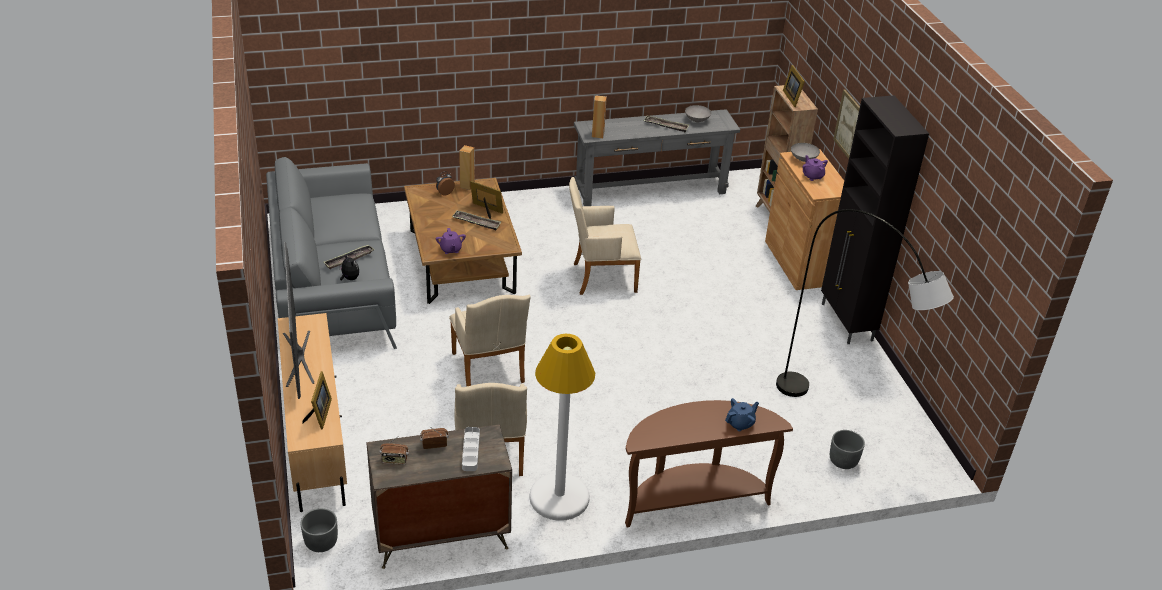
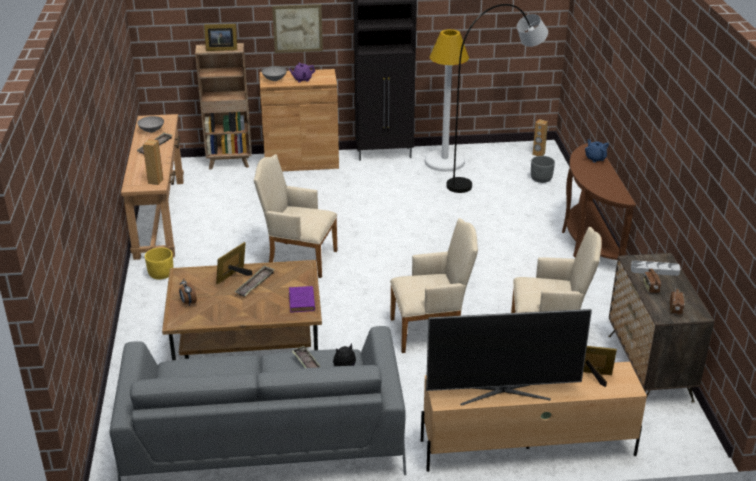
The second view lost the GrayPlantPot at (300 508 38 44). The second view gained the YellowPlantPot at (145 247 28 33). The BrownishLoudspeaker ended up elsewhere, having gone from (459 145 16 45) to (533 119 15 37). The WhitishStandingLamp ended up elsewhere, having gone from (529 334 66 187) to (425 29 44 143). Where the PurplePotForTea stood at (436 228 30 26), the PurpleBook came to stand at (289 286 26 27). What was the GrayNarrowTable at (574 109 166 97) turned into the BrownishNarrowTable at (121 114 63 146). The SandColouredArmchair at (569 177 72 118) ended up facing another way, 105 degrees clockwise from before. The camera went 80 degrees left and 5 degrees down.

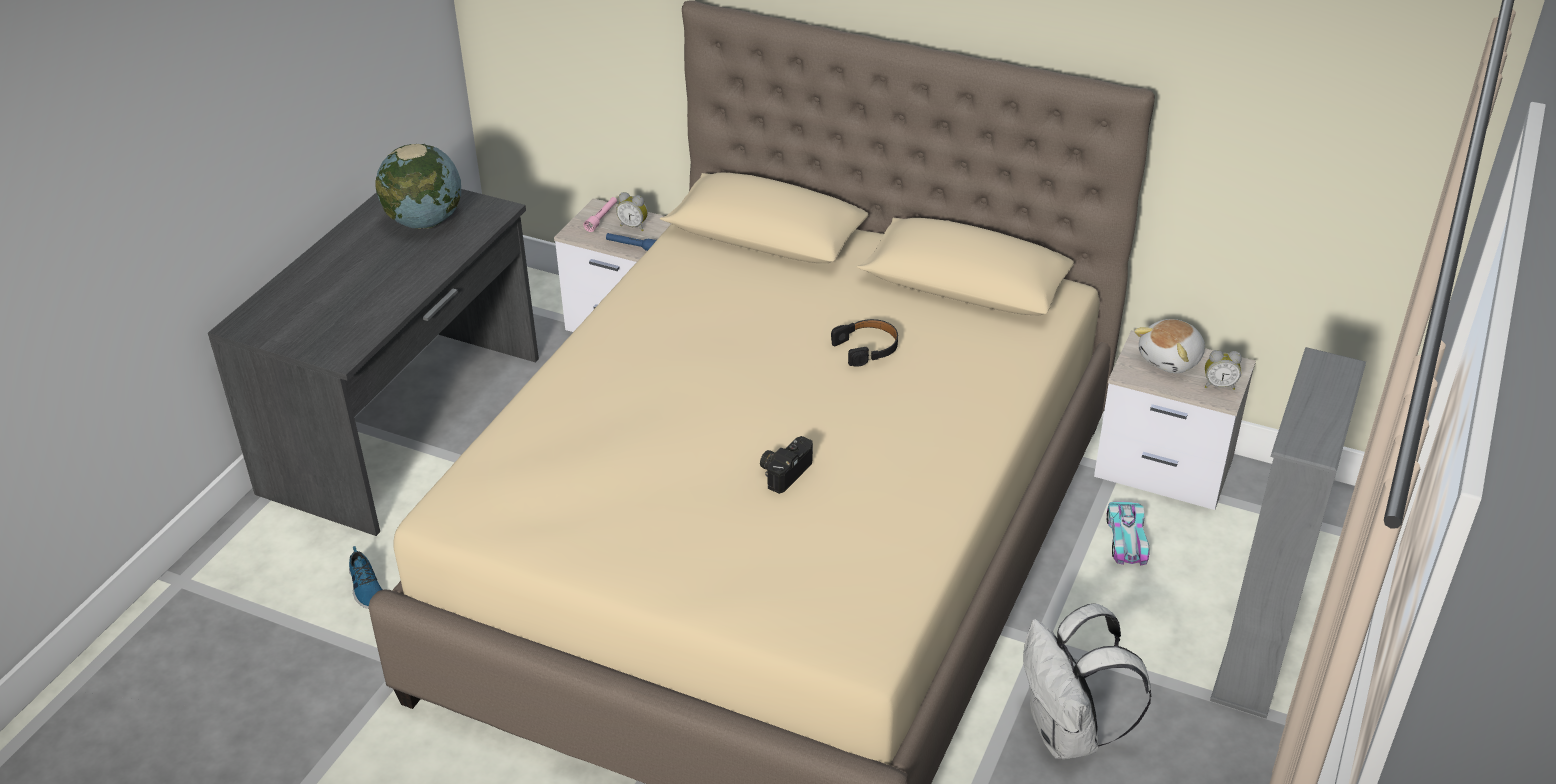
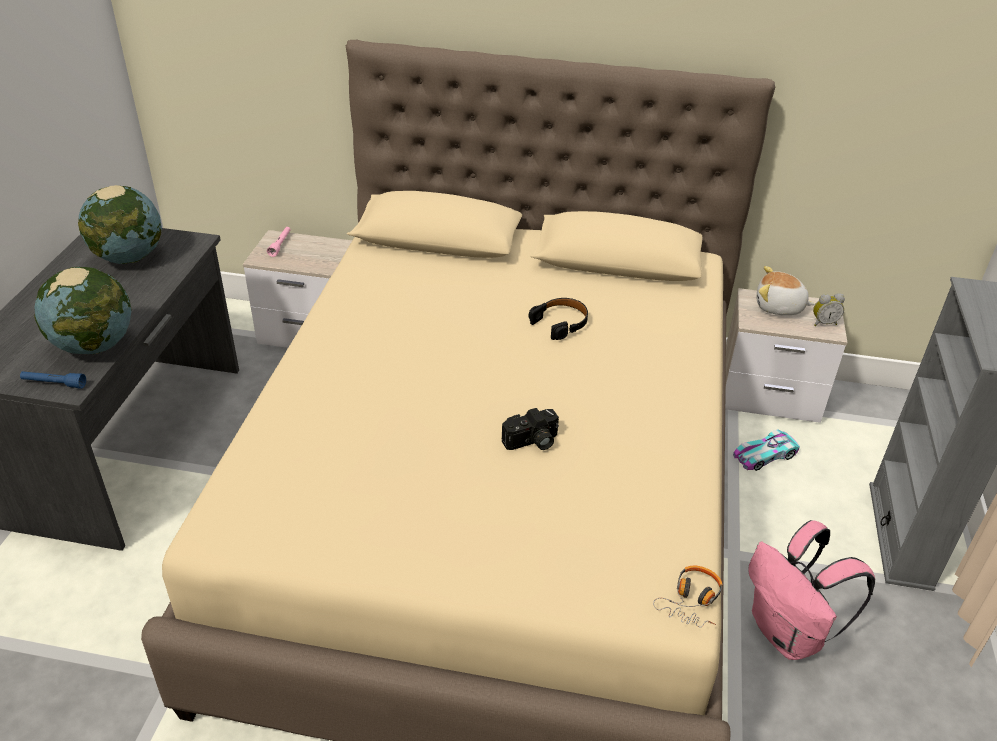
The second view lost the Shoe at (349 546 34 63). The second view lost the TableClock at (616 192 32 39). The second view gained the DeskGlobe at (34 267 98 87). The second view gained the Headphones at (653 566 69 62). The BlueColouredTorch ended up elsewhere, having gone from (606 233 51 18) to (20 371 66 18). What was the WhitishBackpack at (1023 603 129 156) turned into the PinkishBackpack at (748 520 127 140). The PhotoCamera at (760 436 53 58) ended up facing another way, 135 degrees counterclockwise from before. The ModelCar at (1107 501 42 65) ended up facing another way, 75 degrees clockwise from before. The CuddlyToy at (1134 319 71 54) ended up facing another way, 75 degrees clockwise from before. The camera went 15 degrees left and 0 degrees up.

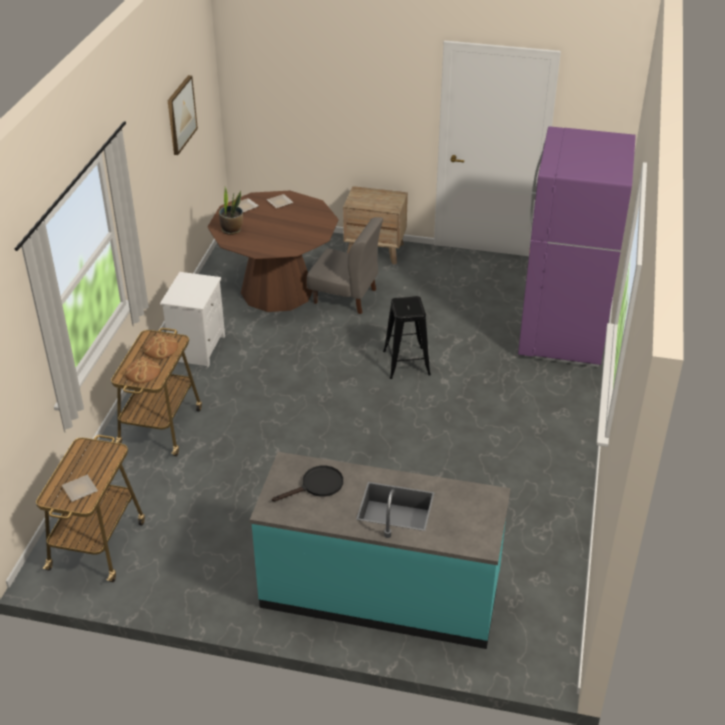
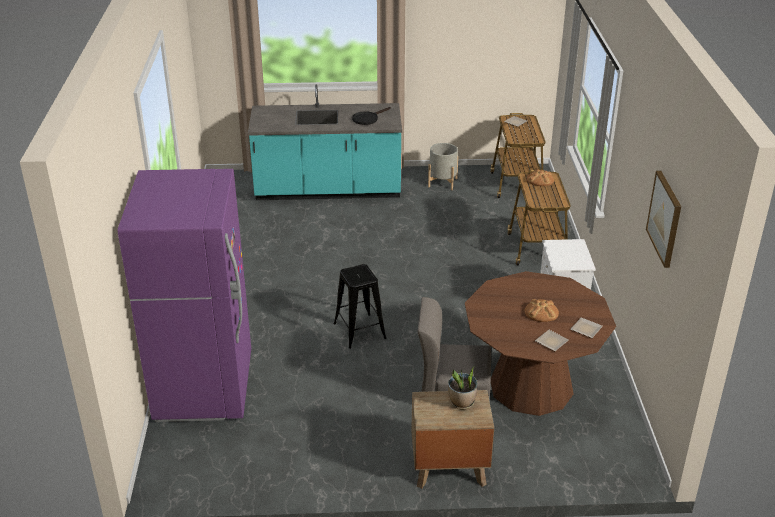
The second view gained the GrayPlantPot at (428 143 30 47). The BakeryBread ended up elsewhere, having gone from (144 333 34 26) to (525 299 34 23). The Houseplant ended up elsewhere, having gone from (219 187 24 48) to (448 367 30 42). The camera went 165 degrees right and 5 degrees down.

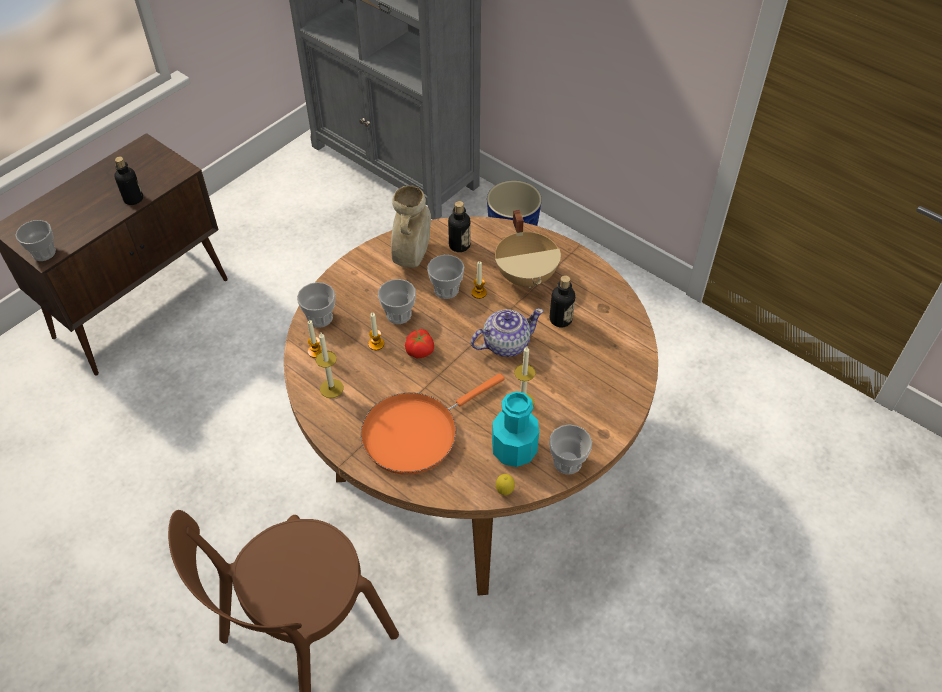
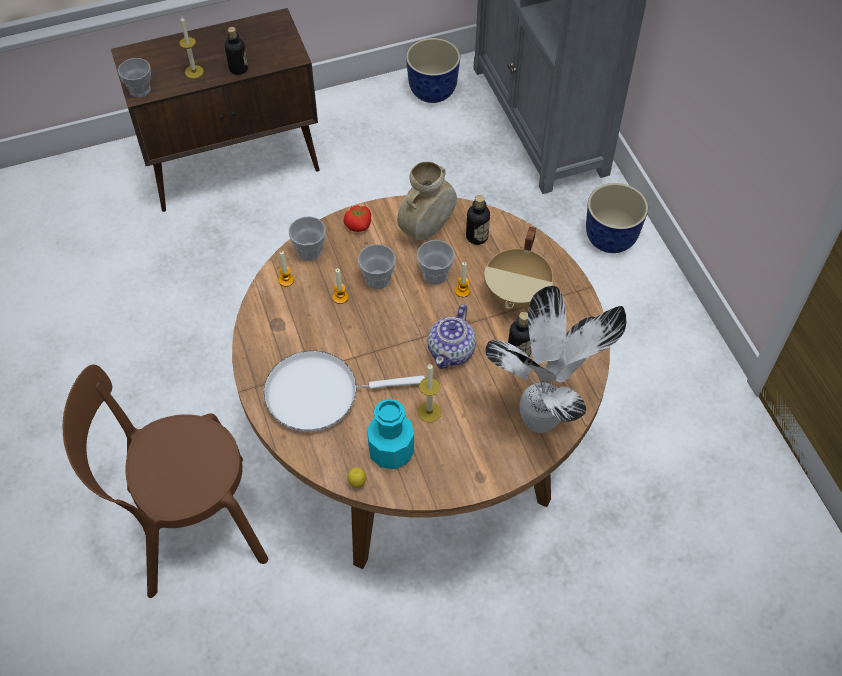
The second view lost the Cup at (549 424 43 51). The second view gained the PlantPot at (406 38 54 65). The second view gained the Houseplant at (485 286 141 147). The Candle ended up elsewhere, having gone from (316 333 28 65) to (179 17 25 61). The Tomato ended up elsewhere, having gone from (405 329 29 29) to (344 205 27 27). What was the OrangeColouredSkillet at (361 373 143 102) turned into the WhitishSkillet at (264 351 161 81). The PotForTea at (471 308 72 49) ended up facing another way, 105 degrees clockwise from before. The camera went 30 degrees right and 5 degrees up.

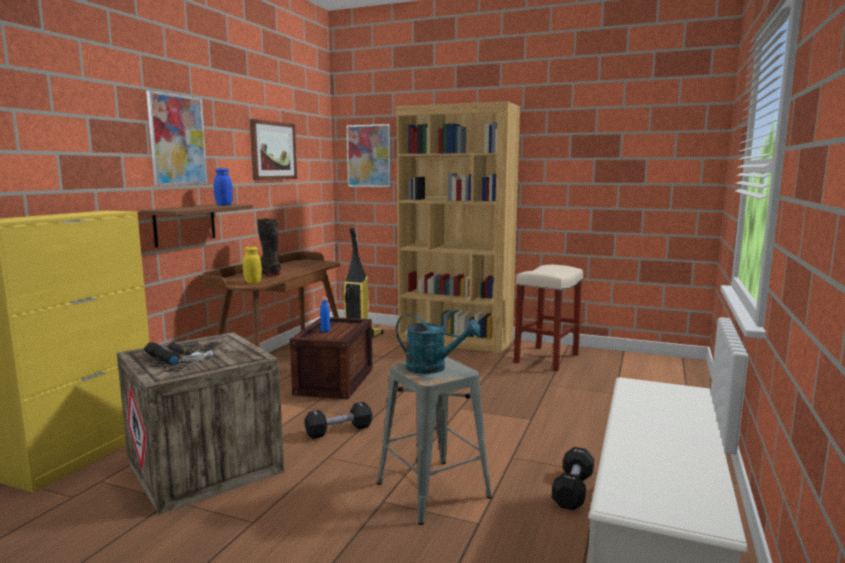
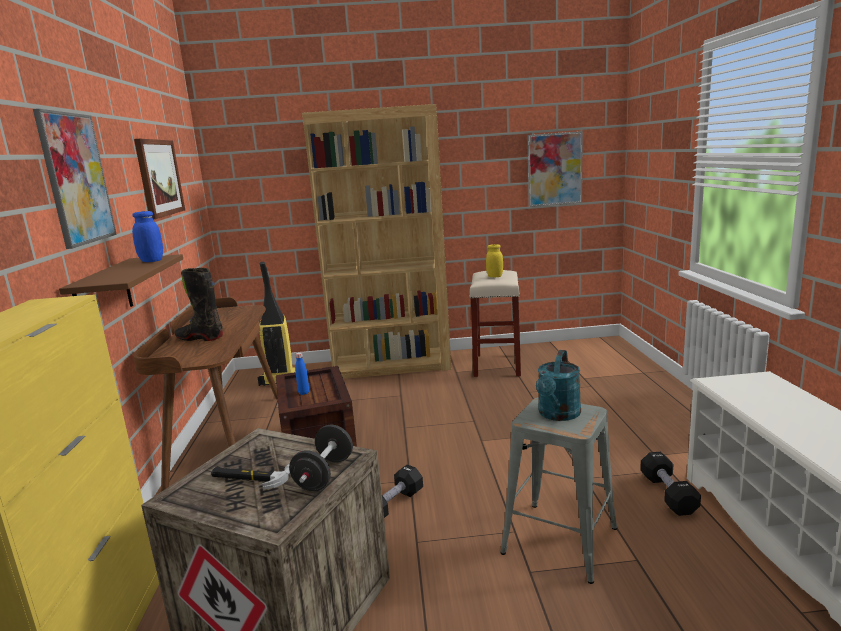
The second view lost the BlackishTorch at (144 342 35 23). The second view gained the BlackishHandWeight at (289 425 64 66). The YellowPreserveJar ended up elsewhere, having gone from (243 247 19 36) to (486 244 17 33). The WallPicture ended up elsewhere, having gone from (347 124 44 63) to (527 131 56 76). The BlueGreenSprinklingCan at (396 314 85 60) ended up facing another way, 120 degrees clockwise from before. The camera went 25 degrees left and 5 degrees up.

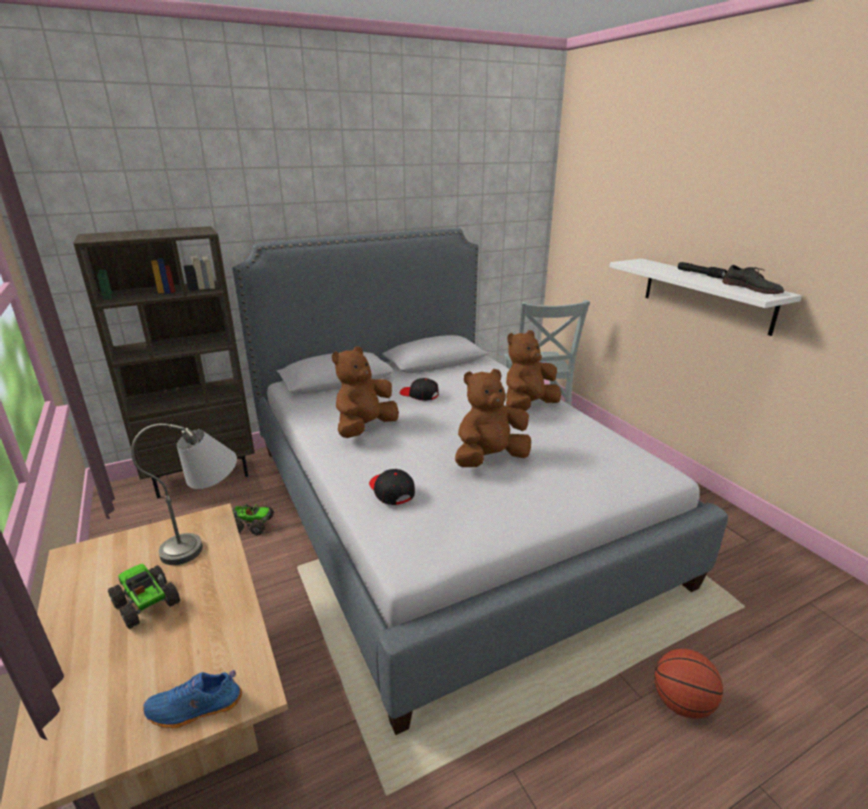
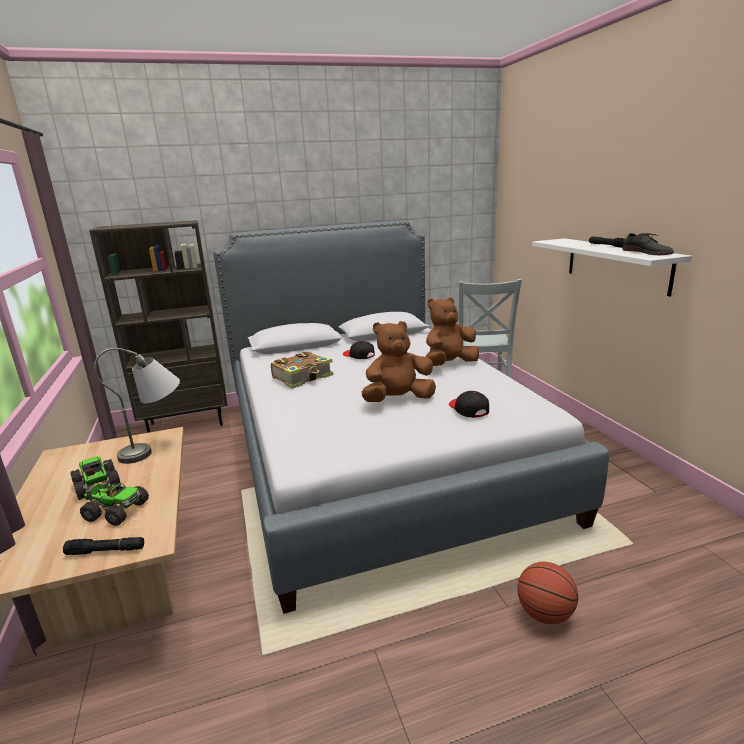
The ToyLorry ended up elsewhere, having gone from (232 504 42 31) to (80 481 69 45). The BlackishCap ended up elsewhere, having gone from (369 469 46 36) to (449 391 40 27). Where the BlueColouredShoe stood at (143 670 99 58), the BlackishTorch came to stand at (63 537 81 18). Where the BrownishCuddlyToy stood at (332 346 67 92), the Book came to stand at (271 352 62 37). The camera went 10 degrees right and 5 degrees down.

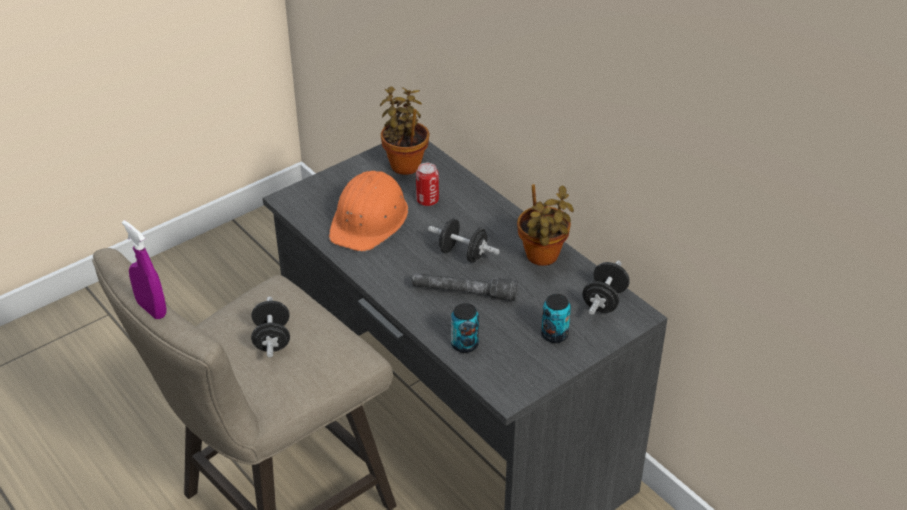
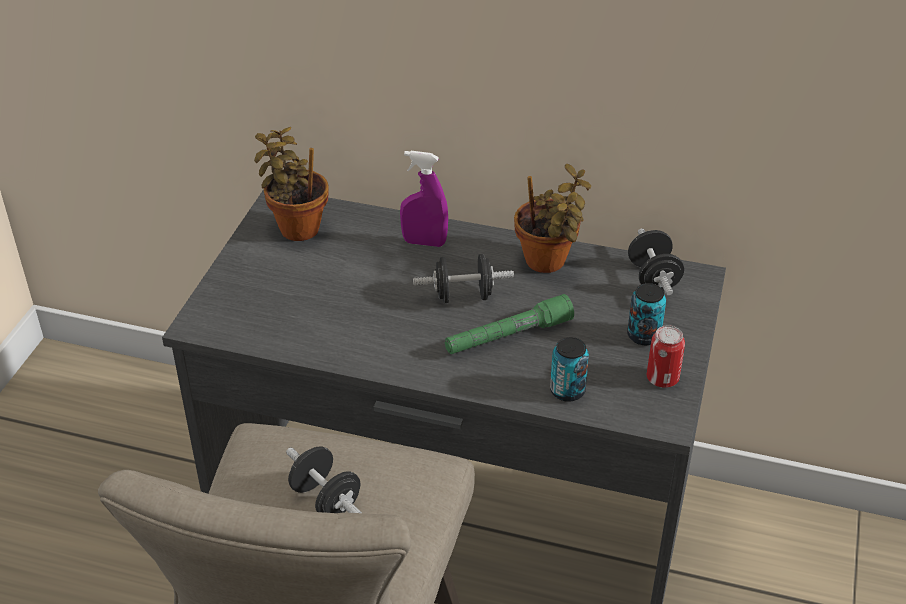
The second view lost the OrangeColouredSafetyHelmet at (329 171 79 80). The PurpleHandSprayer ended up elsewhere, having gone from (122 220 44 99) to (400 151 48 96). The Can ended up elsewhere, having gone from (416 163 23 43) to (647 325 38 63). What was the GrayTorch at (412 273 106 28) turned into the GreenishTorch at (445 294 129 60). The camera went 35 degrees left and 0 degrees up.

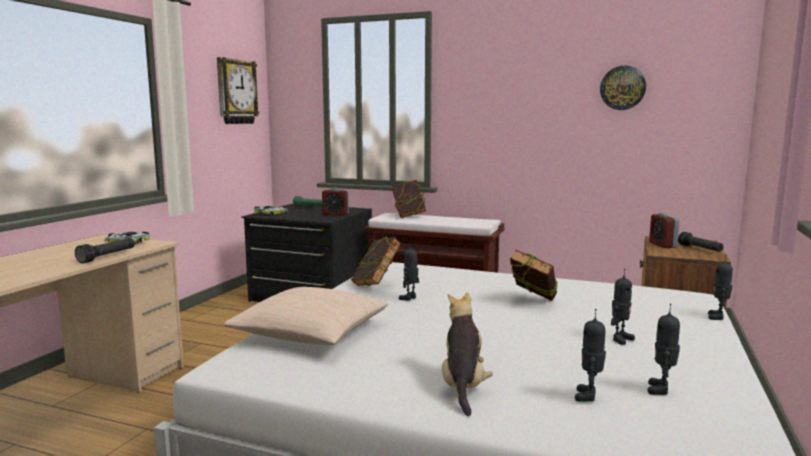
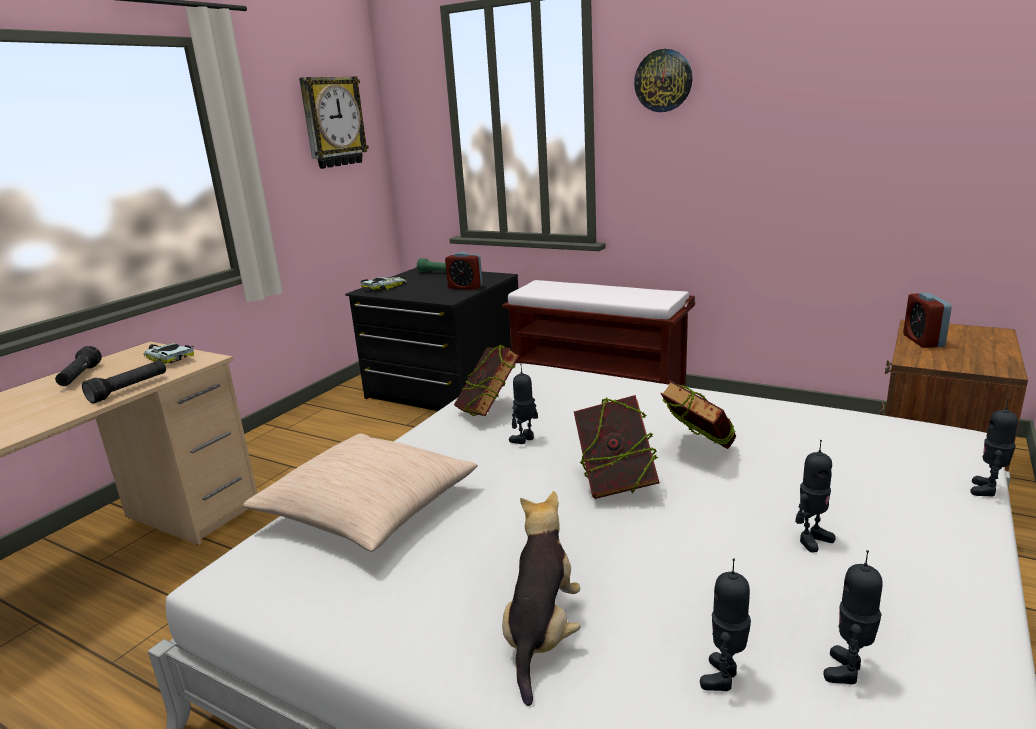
The Book ended up elsewhere, having gone from (392 180 34 38) to (574 395 86 104). The HangingClock ended up elsewhere, having gone from (600 66 46 44) to (634 49 58 63). The BlackishTorch ended up elsewhere, having gone from (678 232 46 20) to (55 346 47 40). The camera went 10 degrees right and 10 degrees up.

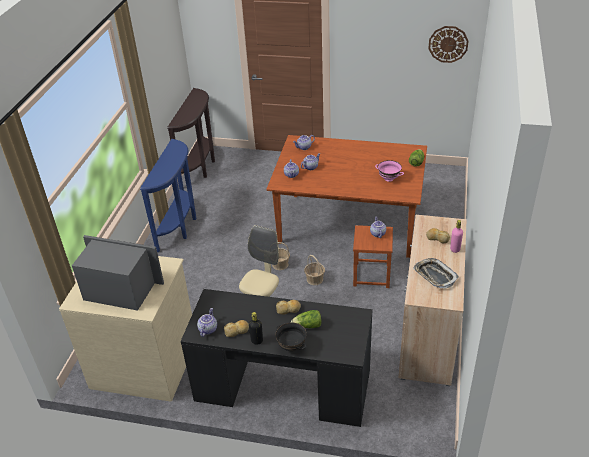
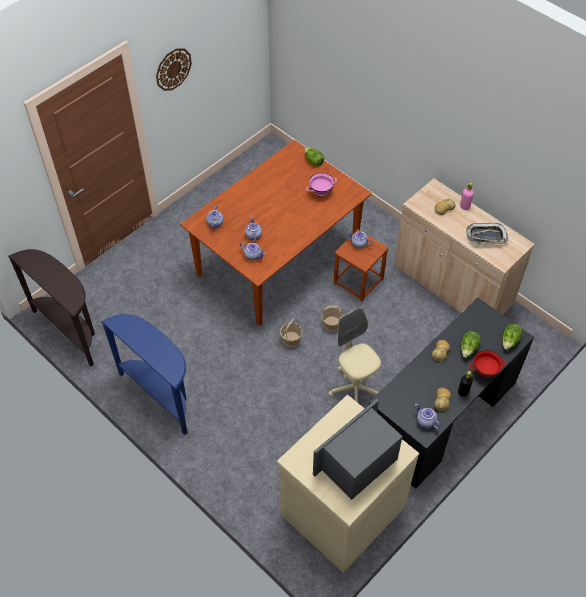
The second view gained the HeadOfLettuce at (502 324 21 26). The HangingClock ended up elsewhere, having gone from (428 26 41 37) to (156 48 36 43). What was the BlackishBowl at (276 323 31 28) turned into the RedColouredBowl at (469 350 37 28). The camera went 60 degrees left and 15 degrees up.

